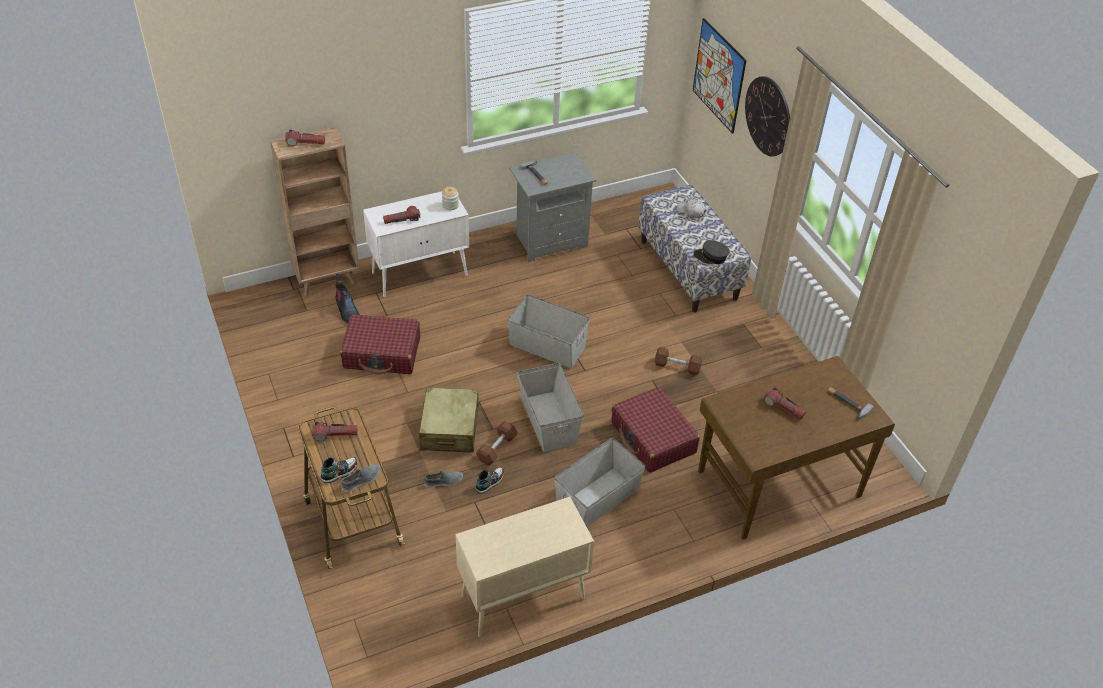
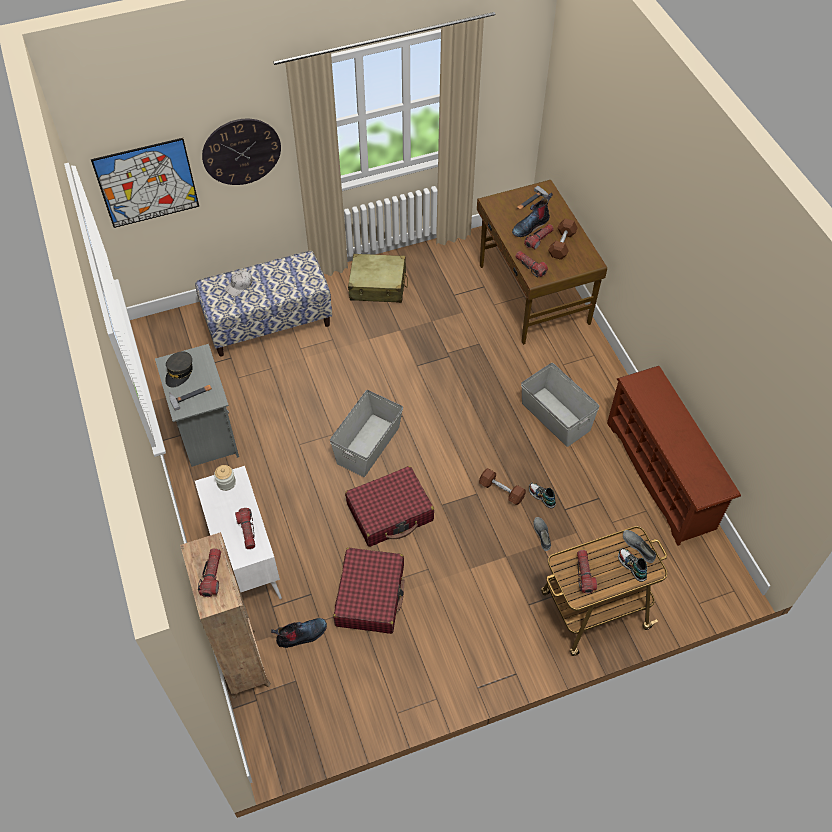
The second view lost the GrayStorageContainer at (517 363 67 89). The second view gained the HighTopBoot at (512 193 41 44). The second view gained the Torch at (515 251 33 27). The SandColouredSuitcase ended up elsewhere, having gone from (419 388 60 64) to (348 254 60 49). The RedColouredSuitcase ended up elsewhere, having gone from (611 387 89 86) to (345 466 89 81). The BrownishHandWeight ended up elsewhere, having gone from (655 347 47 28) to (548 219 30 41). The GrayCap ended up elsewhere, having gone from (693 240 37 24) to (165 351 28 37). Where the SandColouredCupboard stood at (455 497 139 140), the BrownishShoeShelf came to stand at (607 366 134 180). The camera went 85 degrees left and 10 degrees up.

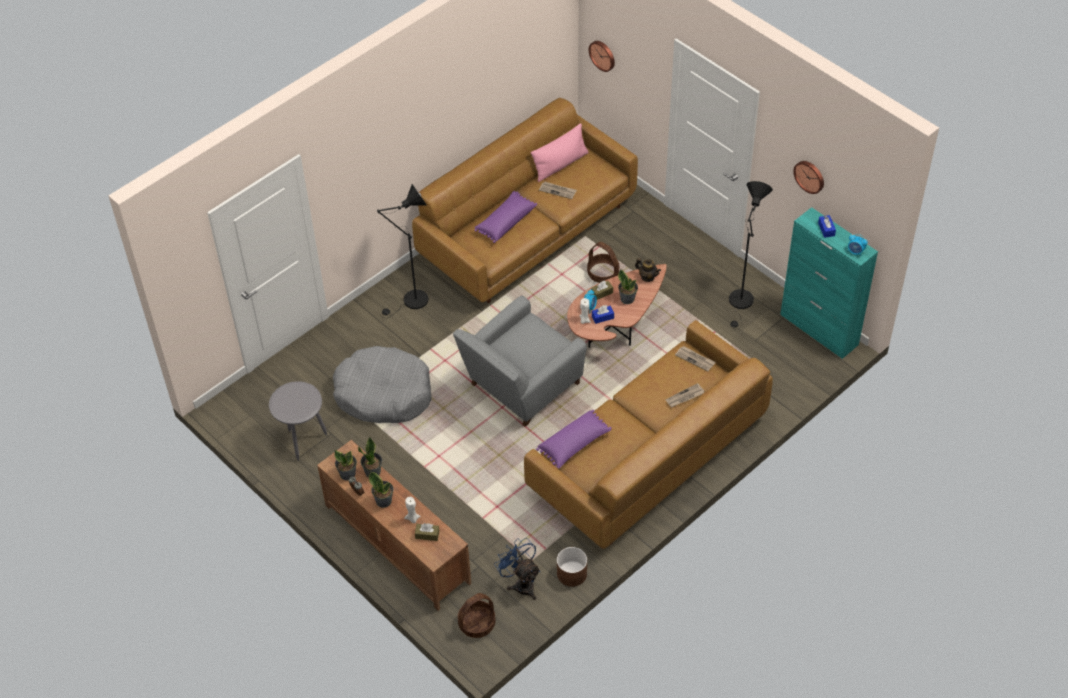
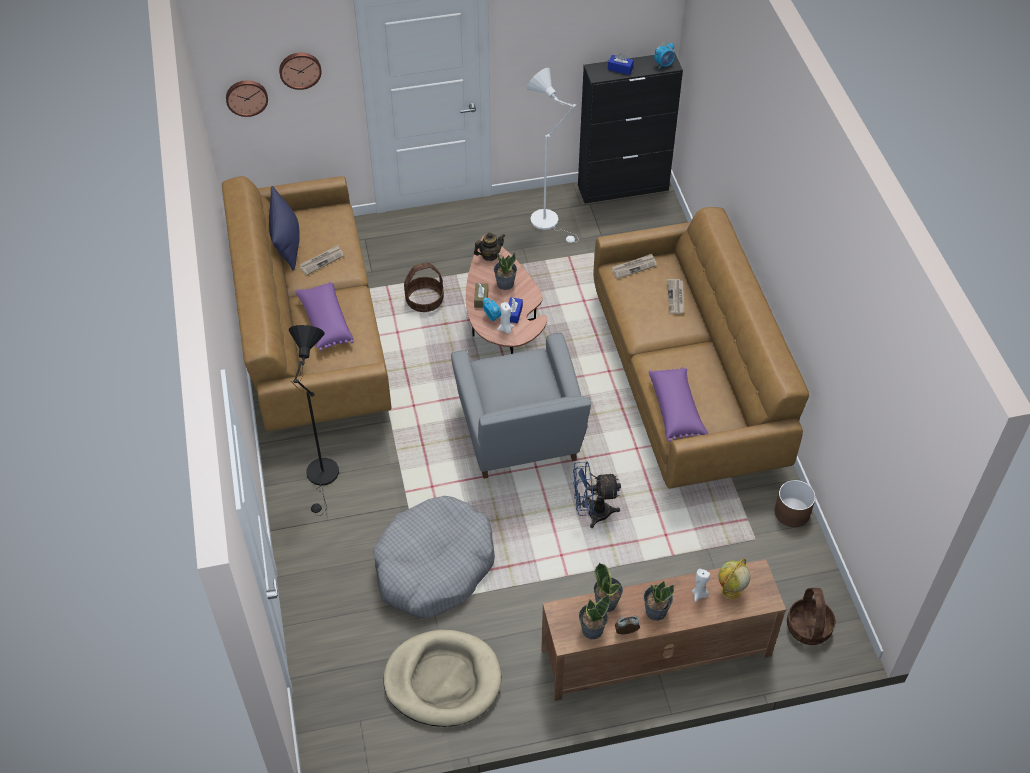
The BlueColouredFan ended up elsewhere, having gone from (494 538 46 62) to (573 461 48 67). The HangingClock ended up elsewhere, having gone from (793 161 31 33) to (279 53 43 37). Where the GrayEndTable stood at (269 381 58 80), the SandColouredPetBed came to stand at (383 630 118 97). Where the BrownishTissueHolder stood at (415 523 24 18), the DeskGlobe came to stand at (718 559 32 40). What was the PinkishCushion at (531 124 58 58) turned into the BlueColouredCushion at (269 186 31 84). What was the BlackishStandingLamp at (729 181 44 149) turned into the WhitishStandingLamp at (527 68 52 175). What was the BlueGreenCupboard at (780 207 98 152) turned into the BlackishCupboard at (578 52 105 151). The camera went 60 degrees left and 0 degrees up.

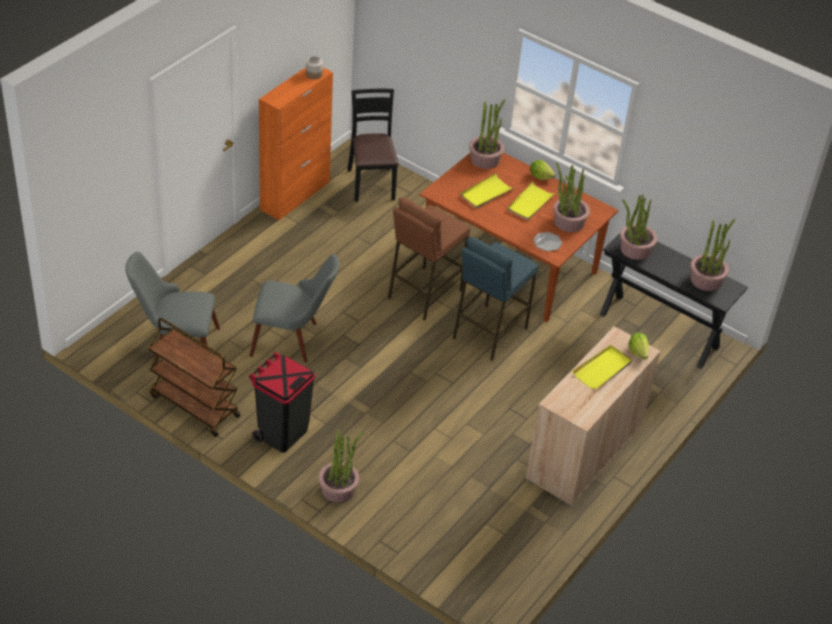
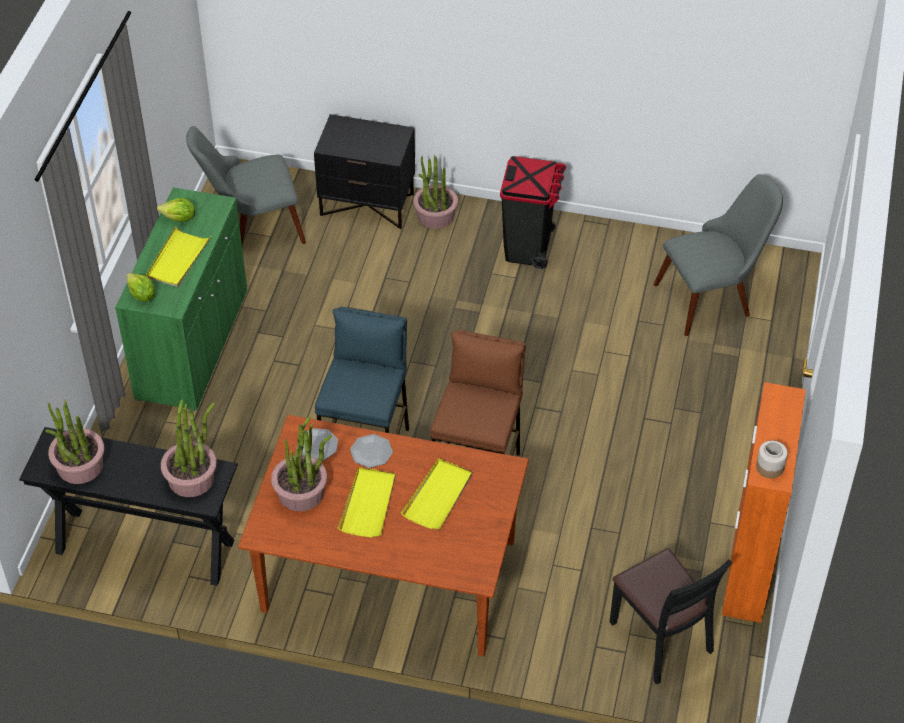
The second view lost the BrownishWheeledCart at (148 318 92 119). The second view lost the Houseplant at (469 99 36 70). The second view gained the BlackishBedsideTable at (314 114 101 115). The second view gained the DinnerPlate at (350 434 43 34). The GrayChair ended up elsewhere, having gone from (249 254 90 109) to (186 126 120 120). The HeadOfLettuce ended up elsewhere, having gone from (530 160 26 20) to (157 198 38 23). What was the SandColouredCupboard at (526 326 135 180) turned into the GreenishCupboard at (115 187 132 224). The camera went 160 degrees right and 5 degrees up.

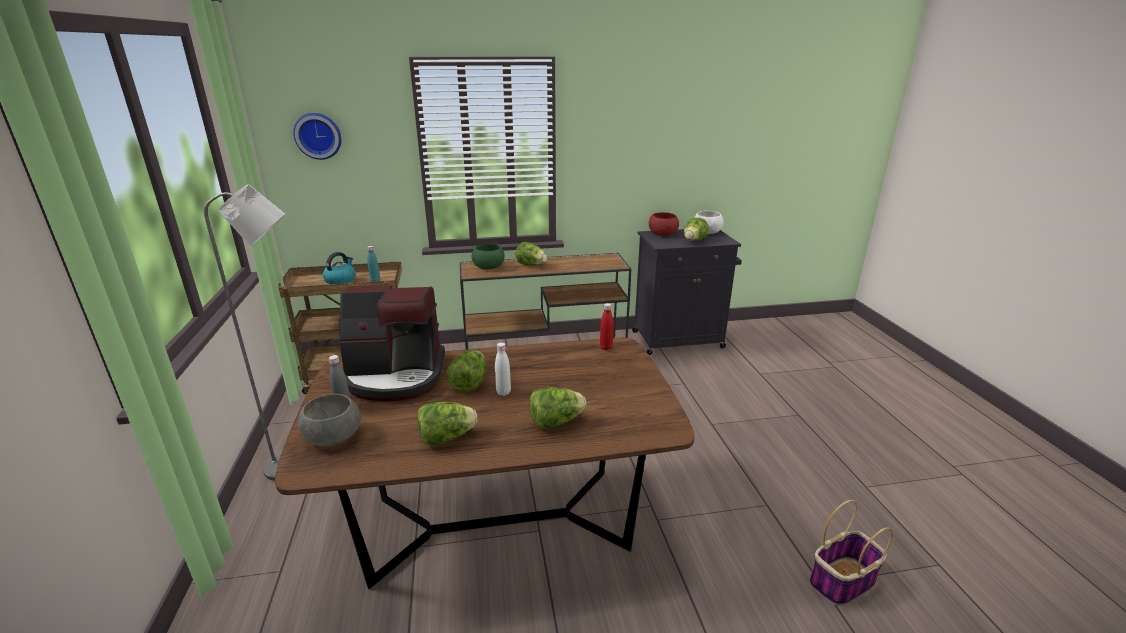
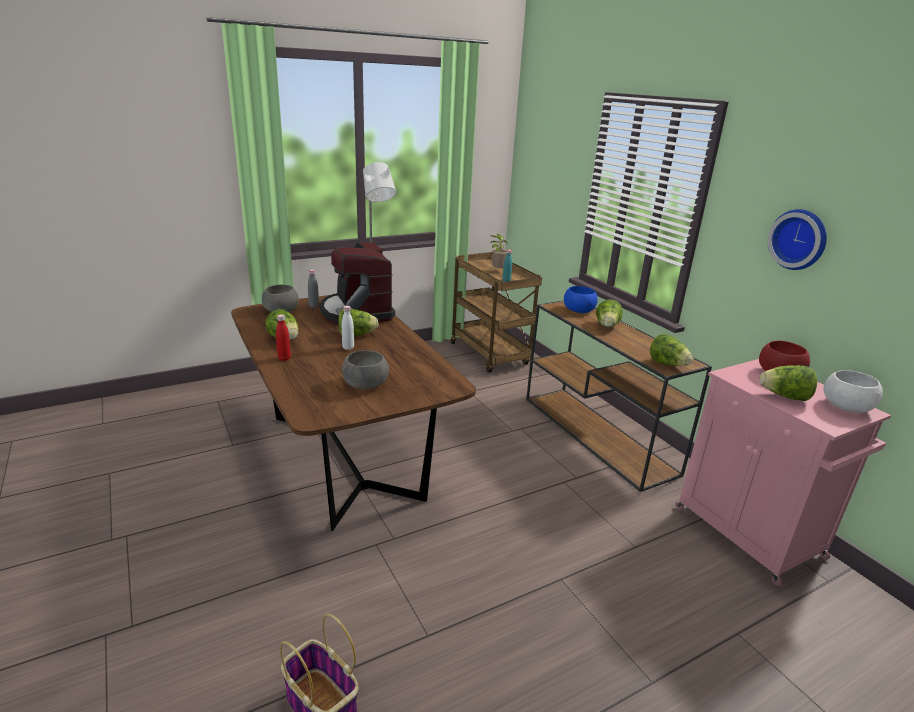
The second view gained the GrayBowl at (342 350 47 39). The HangingClock ended up elsewhere, having gone from (293 113 49 47) to (767 209 60 61). The HeadOfLettuce ended up elsewhere, having gone from (530 387 56 42) to (650 334 43 32). The RedColouredDrinkBottle ended up elsewhere, having gone from (600 303 13 48) to (276 314 15 47). Where the TeaKettle stood at (322 252 34 32), the Houseplant came to stand at (490 234 18 35). What was the GreenishBowl at (472 244 33 25) turned into the BlueColouredBowl at (564 286 34 27). What was the BlackishCupboard at (632 229 110 126) turned into the PinkishCupboard at (675 359 216 227). The camera went 70 degrees right and 0 degrees up.

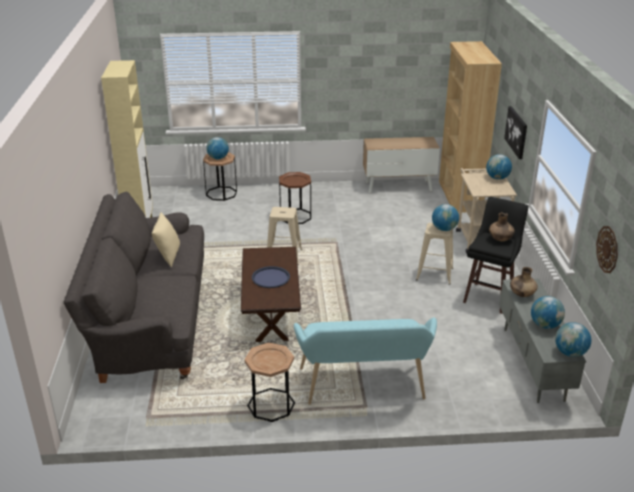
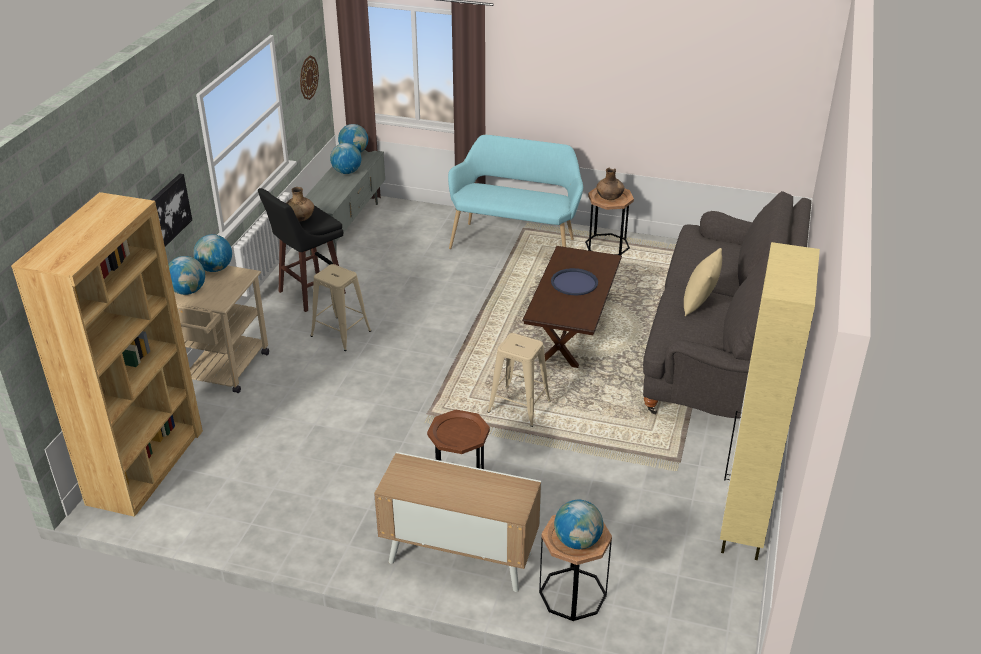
The Cupboard ended up elsewhere, having gone from (363 137 77 56) to (374 452 167 140). The DeskGlobe ended up elsewhere, having gone from (432 204 27 27) to (193 234 39 38). The BrownishDecorativeVase ended up elsewhere, having gone from (510 267 28 30) to (596 168 28 32). The camera went 160 degrees left and 5 degrees up.

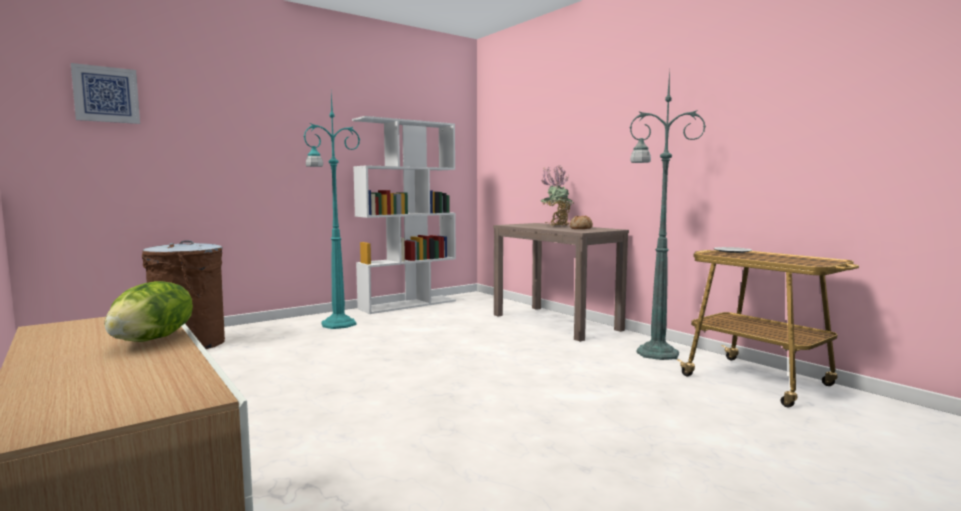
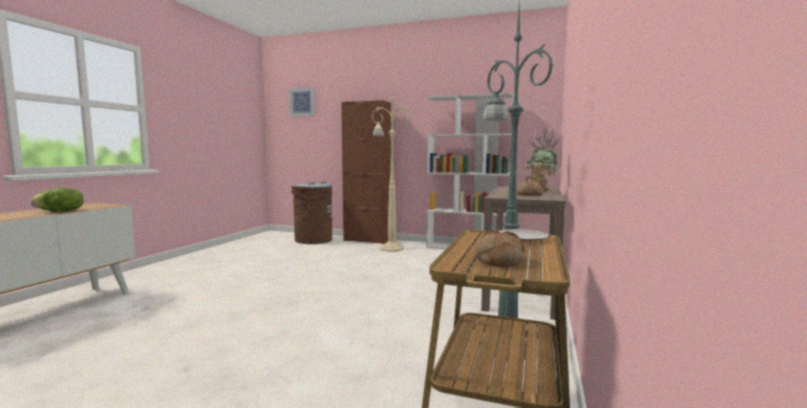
The second view gained the BrownishCupboard at (341 100 50 144). The second view gained the BakeryBread at (475 230 50 37). What was the BlueGreenStandingLamp at (303 94 57 235) turned into the SandColouredStandingLamp at (372 91 41 161). The camera went 55 degrees right and 0 degrees up.

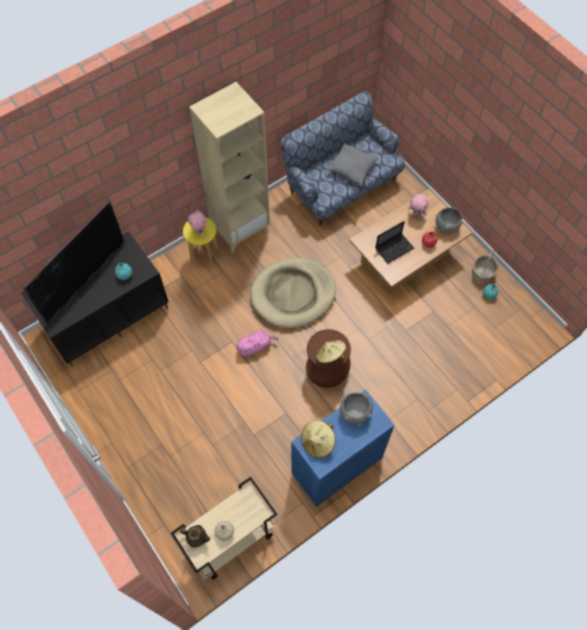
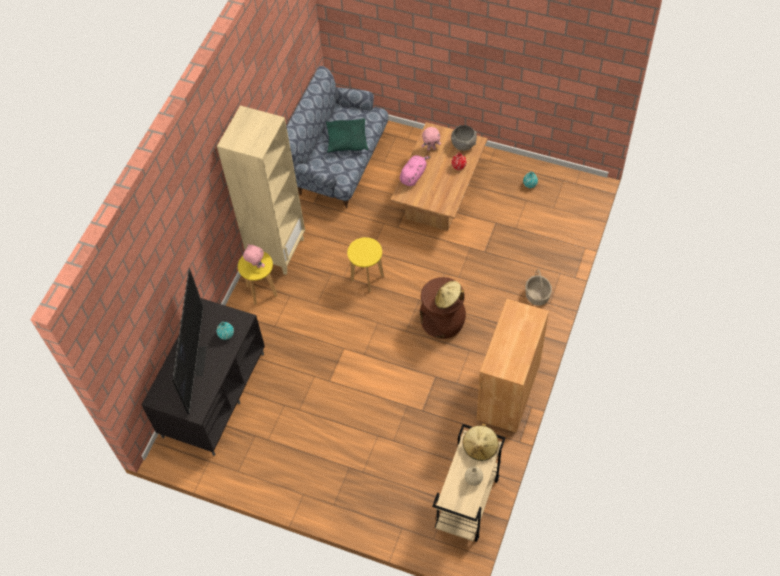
The second view lost the PotForTea at (180 525 30 23). The second view lost the GrayBowl at (339 393 34 33). The second view lost the Laptop at (375 221 40 43). The PinkishCuddlyToy ended up elsewhere, having gone from (236 331 42 25) to (400 155 30 31). The SandColouredWearableHat ended up elsewhere, having gone from (301 420 35 38) to (463 423 36 38). The HouseholdBasket ended up elsewhere, having gone from (472 249 26 34) to (525 269 27 37). Where the SandColouredPetBed stood at (250 258 86 71), the YellowStoolSeat came to stand at (347 237 37 55). What was the BlueColouredCupboard at (291 390 104 117) turned into the BrownishCupboard at (477 299 72 134). What was the GrayCushion at (326 143 52 43) turned into the GreenishCushion at (326 118 42 35). The camera went 30 degrees left and 5 degrees down.

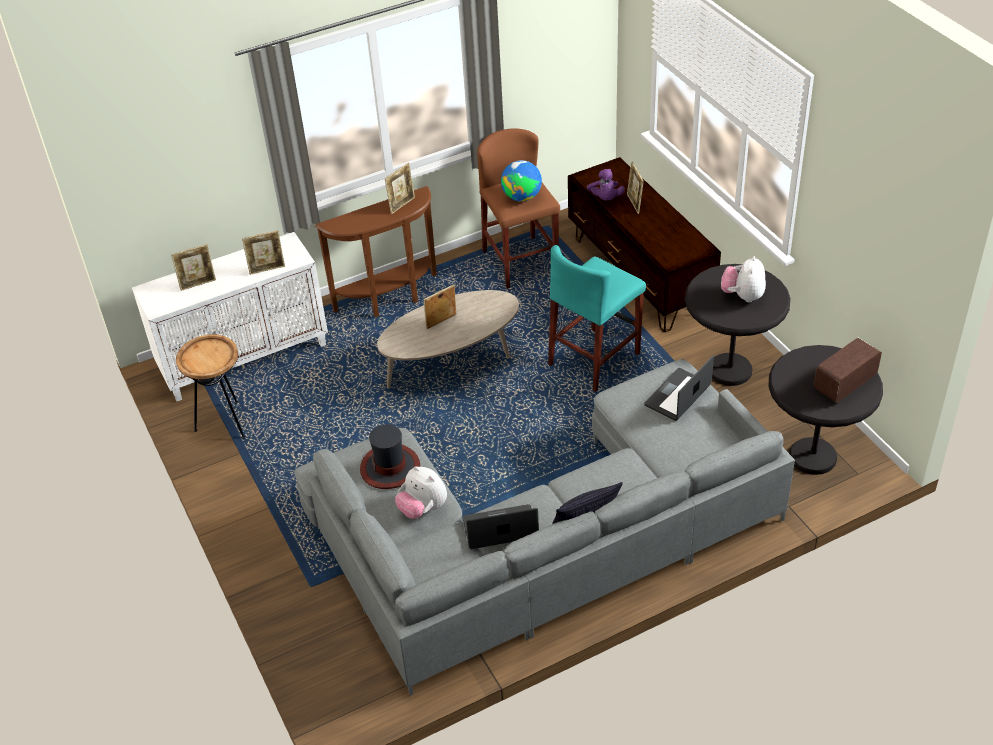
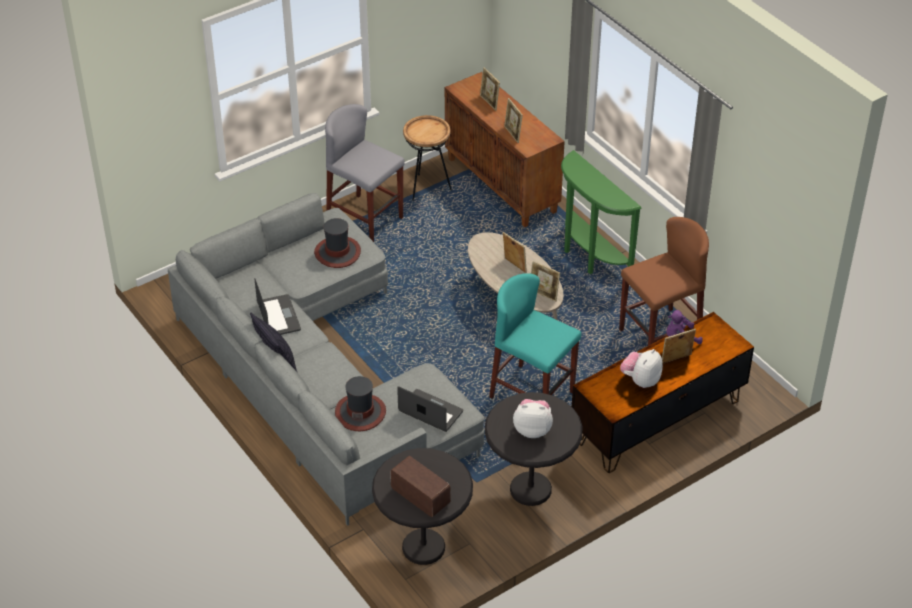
The second view lost the DeskGlobe at (501 160 41 42). The second view gained the GrayStoolSeat at (325 104 80 138). The second view gained the WearableHat at (335 376 51 55). The PictureFrame ended up elsewhere, having gone from (385 163 30 51) to (531 261 29 41). The CuddlyToy ended up elsewhere, having gone from (395 466 52 53) to (620 349 43 39). What was the WhitishCupboard at (132 232 196 169) turned into the BrownishCupboard at (445 72 120 155). What was the BrownishNarrowTable at (315 186 122 131) turned into the GreenishNarrowTable at (561 150 81 124). The camera went 80 degrees right and 0 degrees up.

